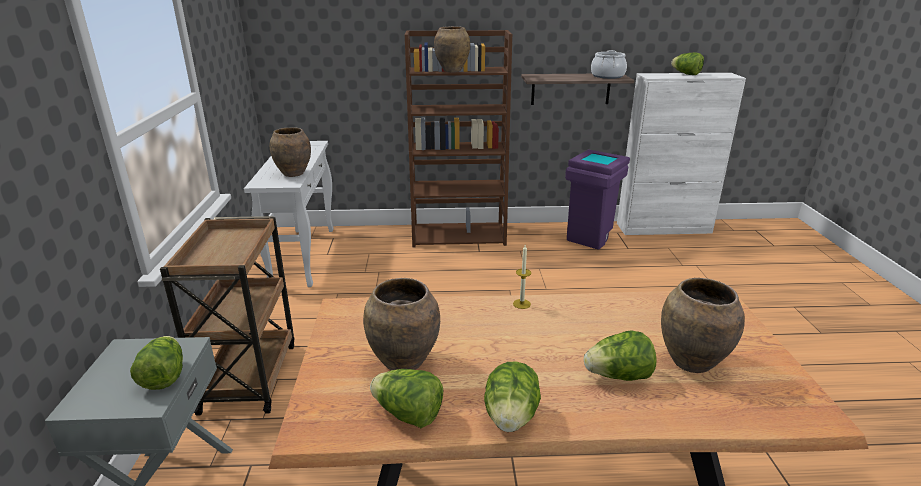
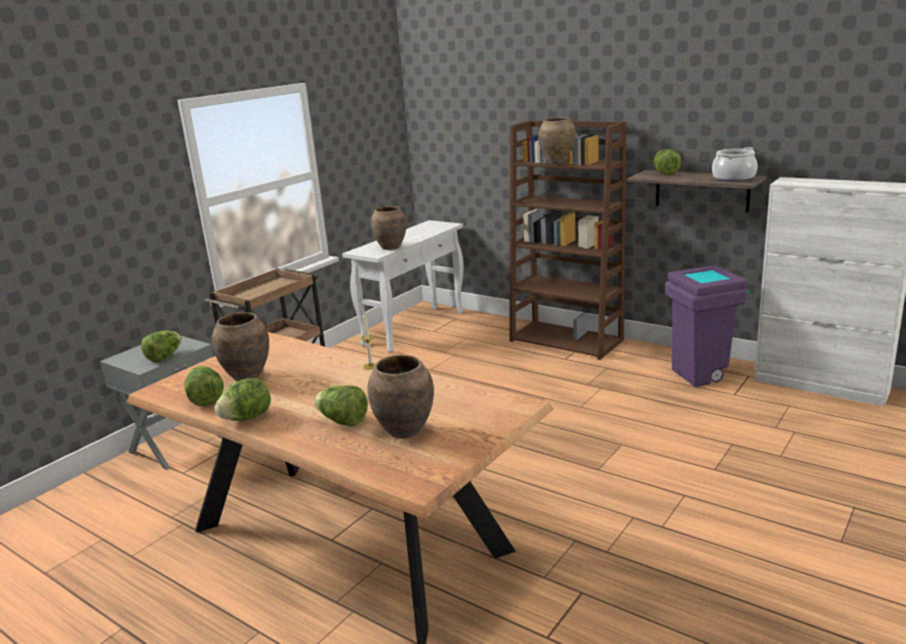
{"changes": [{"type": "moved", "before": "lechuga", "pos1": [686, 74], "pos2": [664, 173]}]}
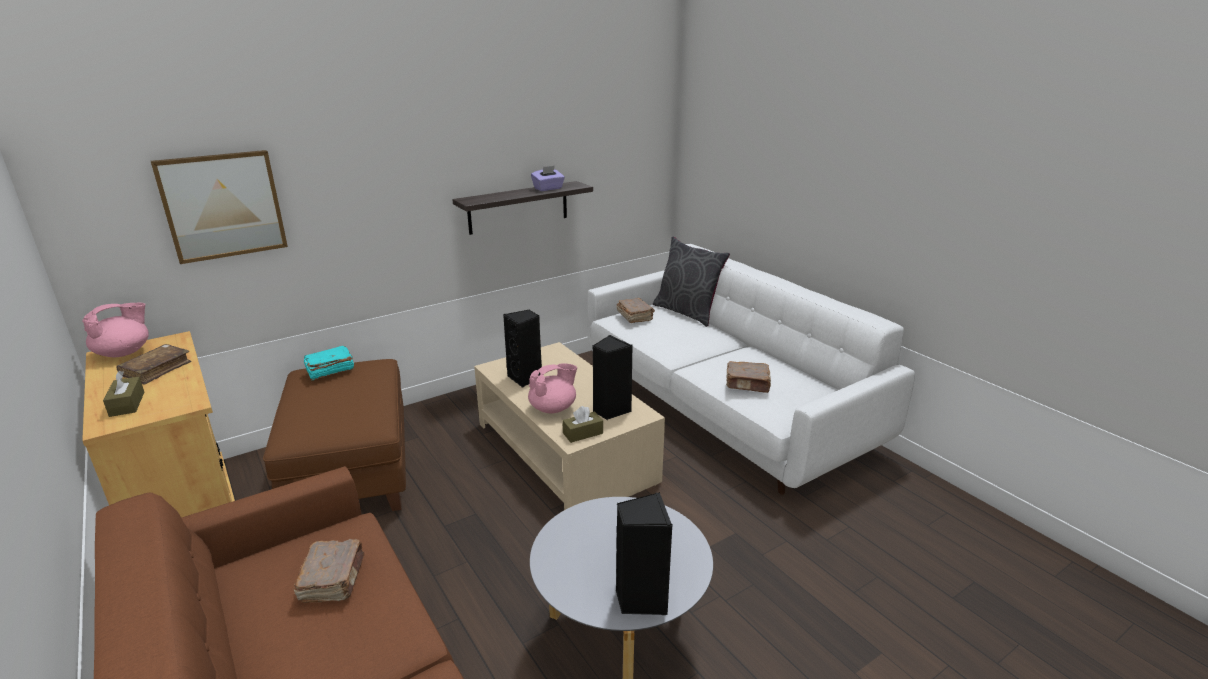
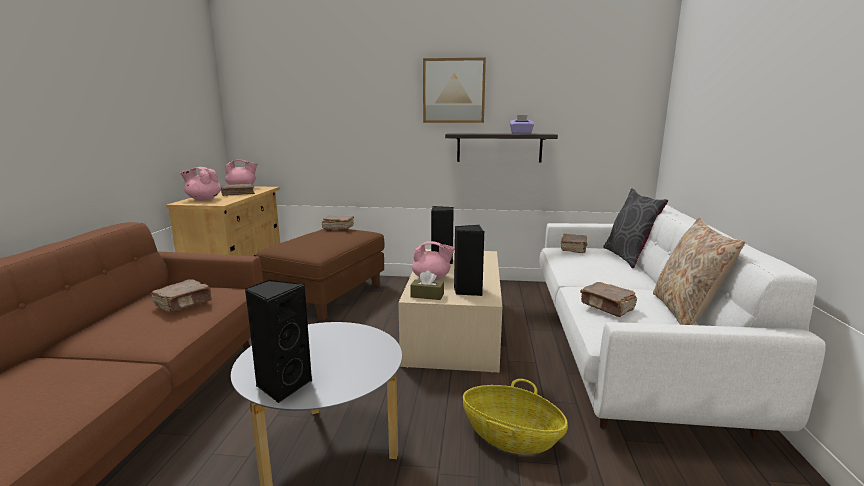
{"changes": [{"type": "moved", "before": "cuadro", "pos1": [223, 205], "pos2": [454, 91]}, {"type": "recoloured", "before": "libro/turquesa", "after": "libro/marrón", "pos1": [329, 370], "pos2": [338, 228]}, {"type": "replaced", "before": "caja de pañuelos/marrón", "after": "tetera/rosa", "pos1": [127, 404], "pos2": [203, 199]}, {"type": "added", "after": "cojín/beis", "pos2": [685, 313]}, {"type": "added", "after": "cesta", "pos2": [511, 436]}]}
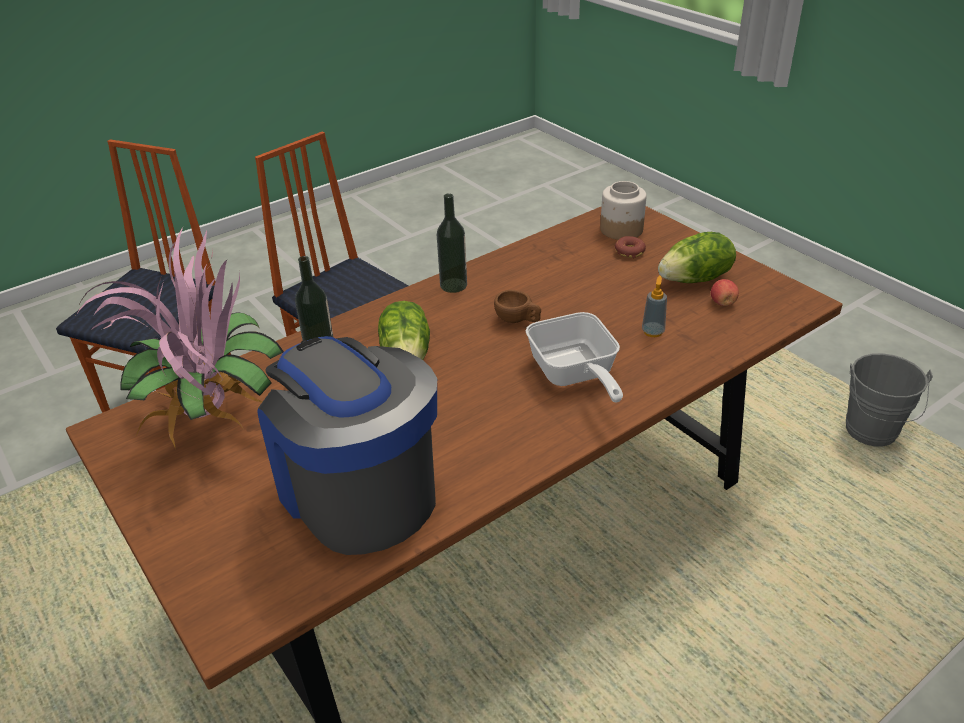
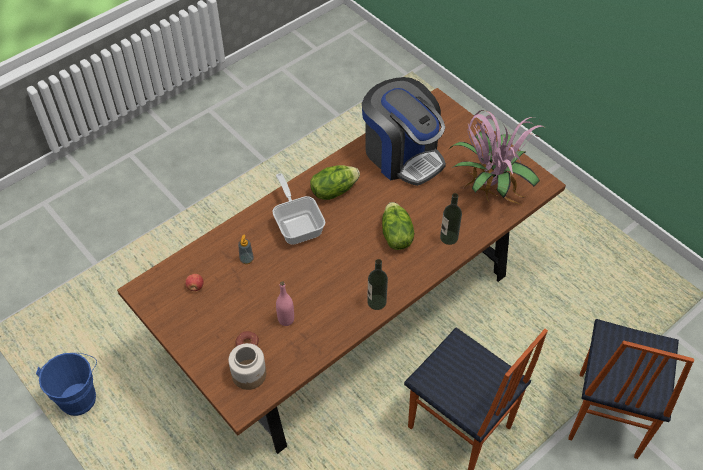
{"changes": [{"type": "moved", "before": "lechuga", "pos1": [695, 279], "pos2": [333, 190]}, {"type": "removed", "before": "taza/marrón", "pos1": [518, 320]}, {"type": "recoloured", "before": "cubo/gris", "after": "cubo/azul", "pos1": [871, 435], "pos2": [79, 396]}, {"type": "added", "after": "botella/rosa", "pos2": [286, 319]}]}
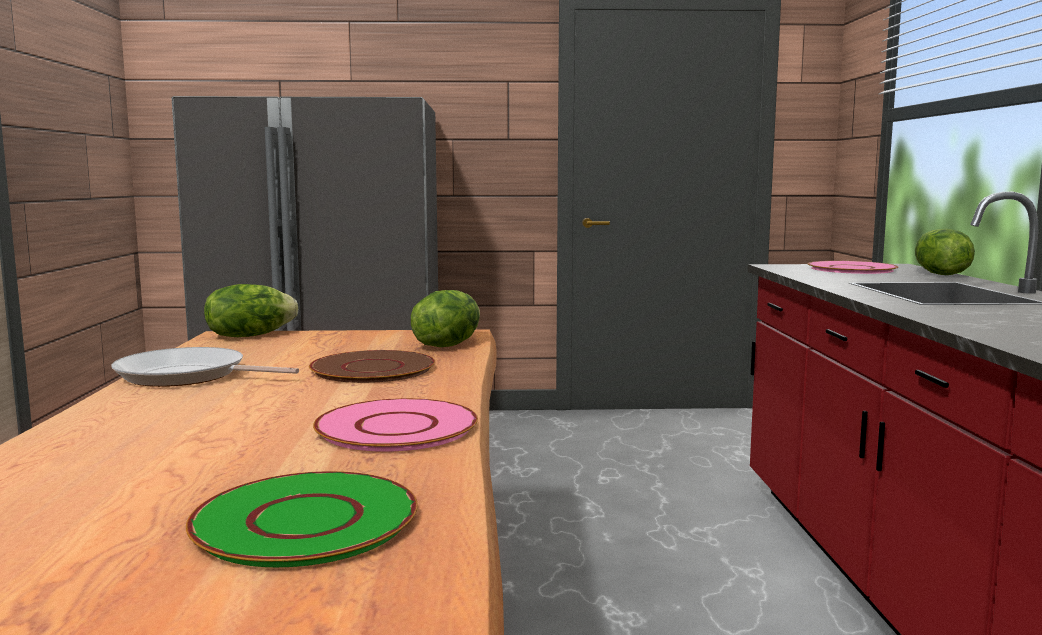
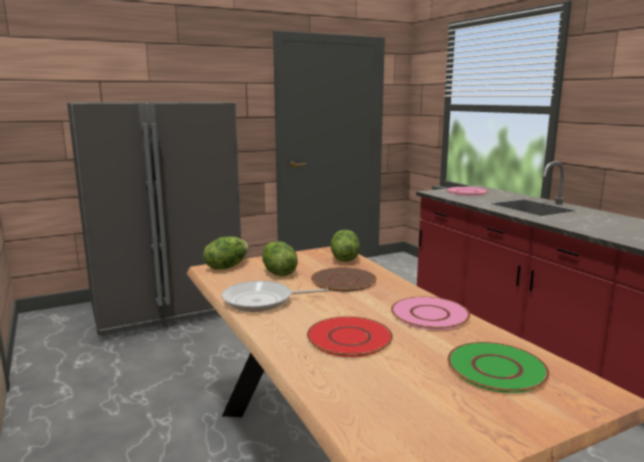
{"changes": [{"type": "moved", "before": "lechuga", "pos1": [939, 274], "pos2": [278, 273]}, {"type": "added", "after": "plato/rojo", "pos2": [348, 338]}]}
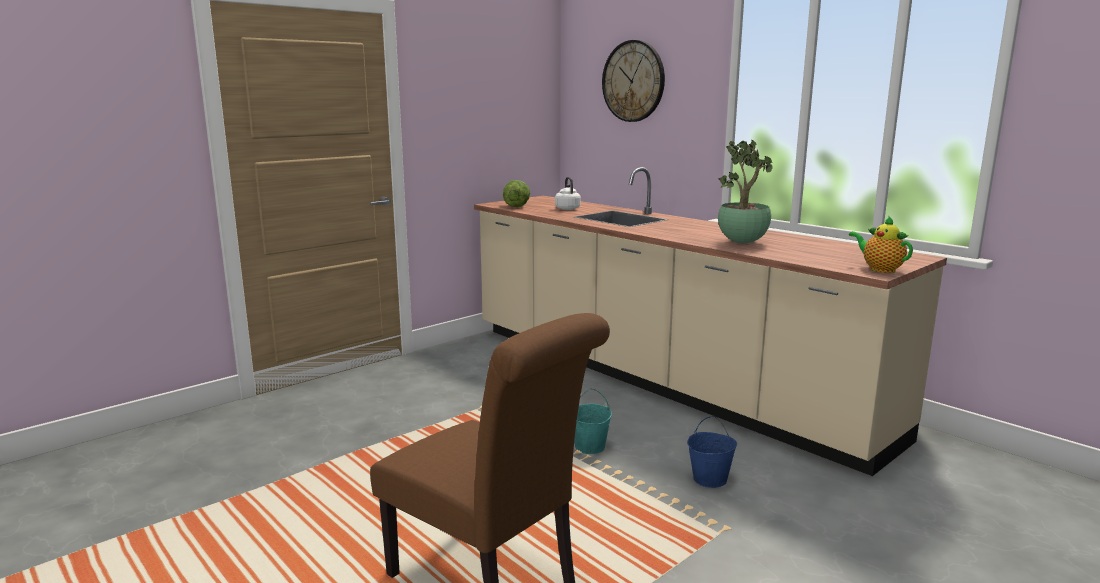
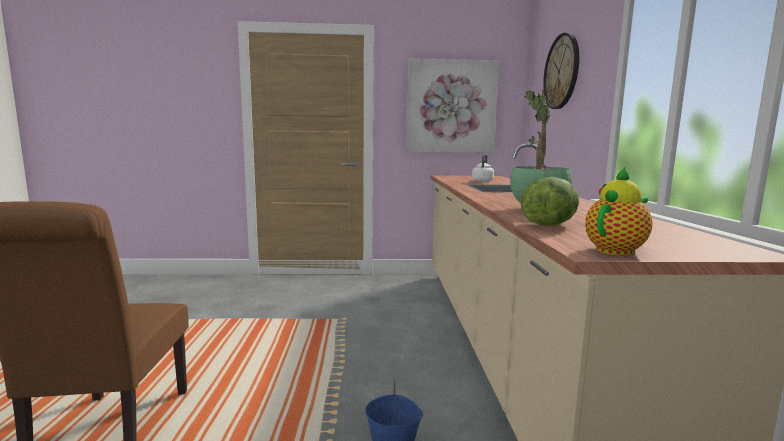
{"changes": [{"type": "moved", "before": "lechuga", "pos1": [516, 206], "pos2": [549, 225]}, {"type": "turned", "before": "tetera", "pos1": [879, 269], "pos2": [616, 250], "turn": 45}, {"type": "removed", "before": "cubo/turquesa", "pos1": [589, 446]}, {"type": "added", "after": "cuadro", "pos2": [451, 107]}]}
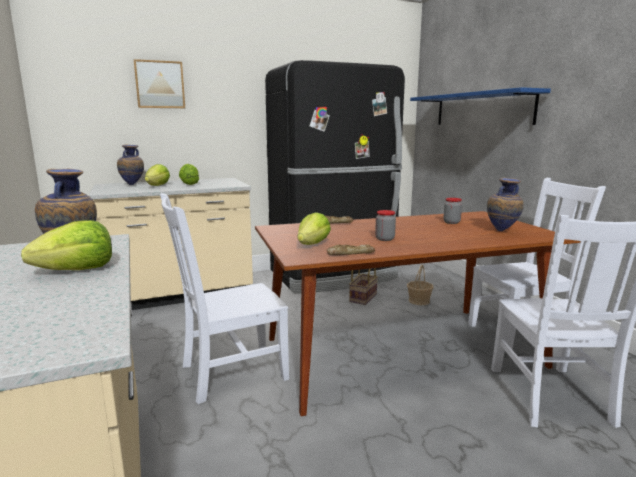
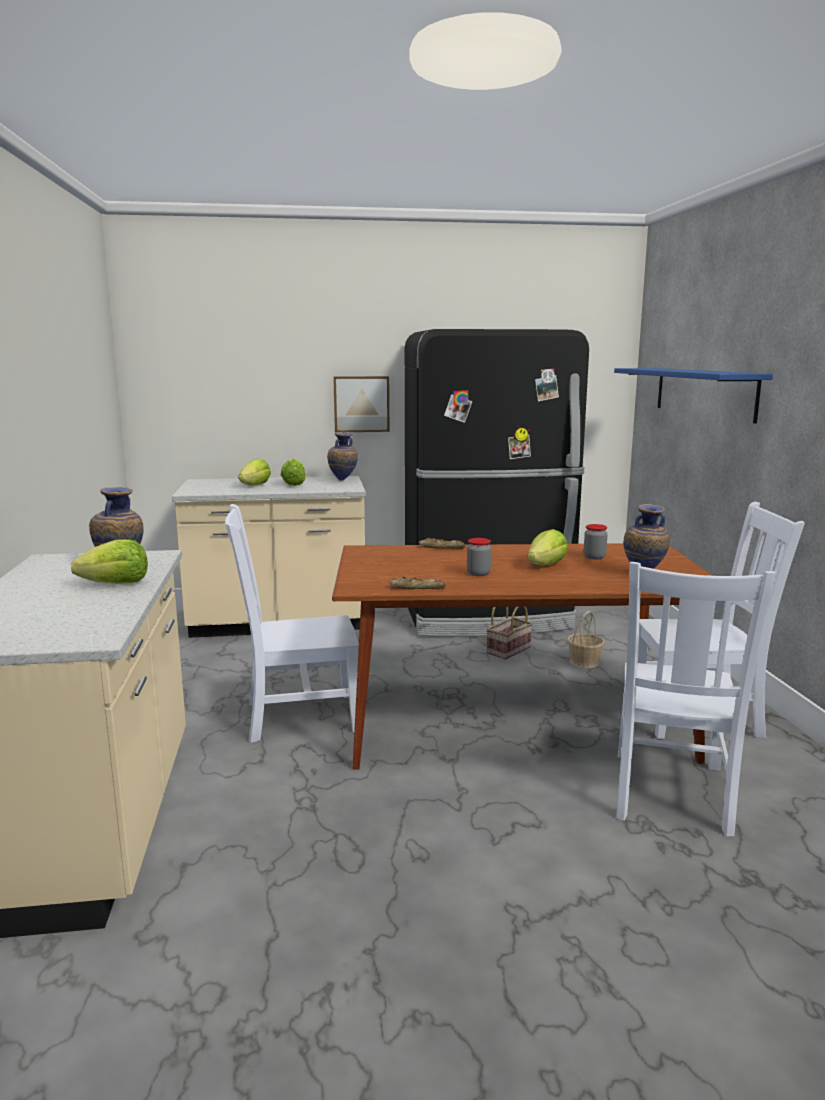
{"changes": [{"type": "moved", "before": "cuadro", "pos1": [159, 85], "pos2": [361, 404]}, {"type": "moved", "before": "florero", "pos1": [132, 185], "pos2": [343, 481]}, {"type": "moved", "before": "lechuga", "pos1": [312, 244], "pos2": [546, 565]}]}
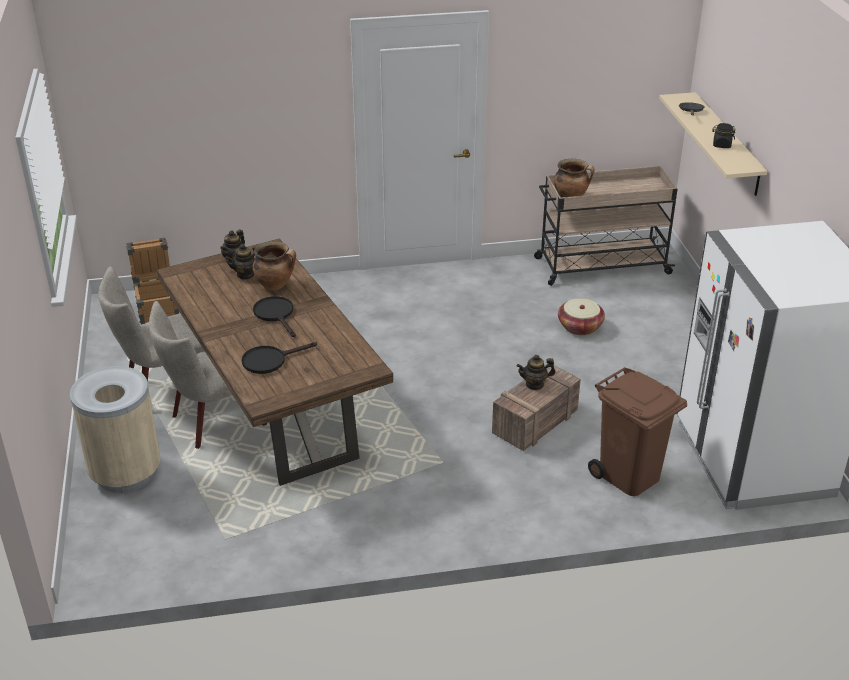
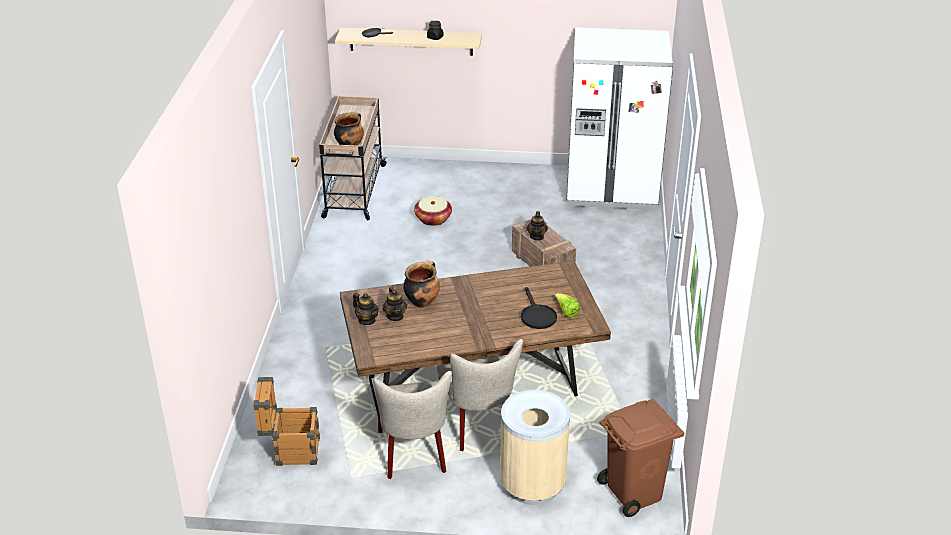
{"changes": [{"type": "removed", "before": "sartén/negro", "pos1": [276, 314]}, {"type": "moved", "before": "papelera/marrón", "pos1": [628, 476], "pos2": [635, 493]}, {"type": "added", "after": "lechuga", "pos2": [566, 312]}]}
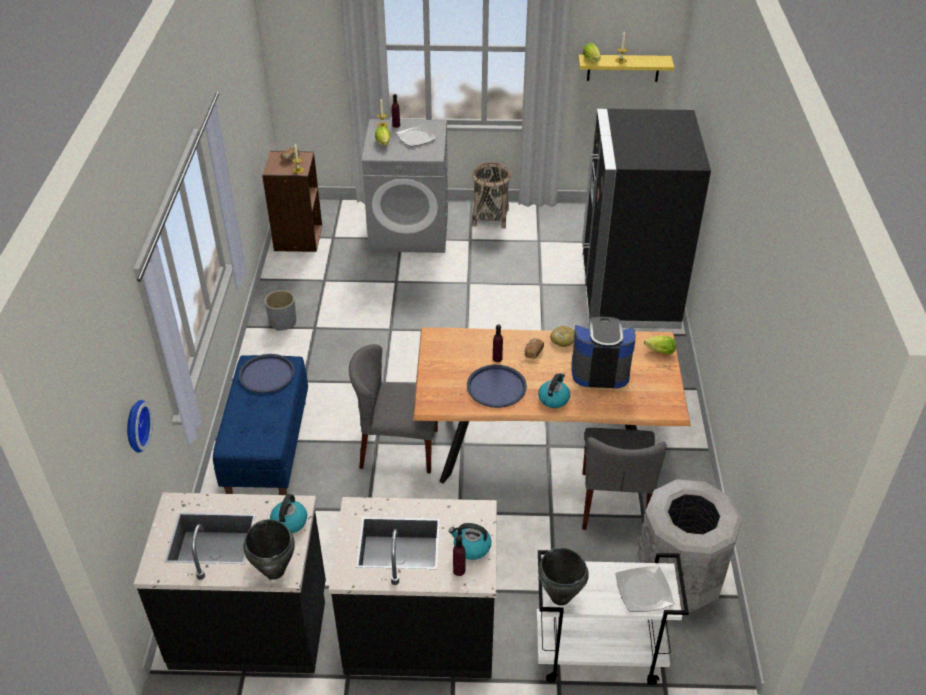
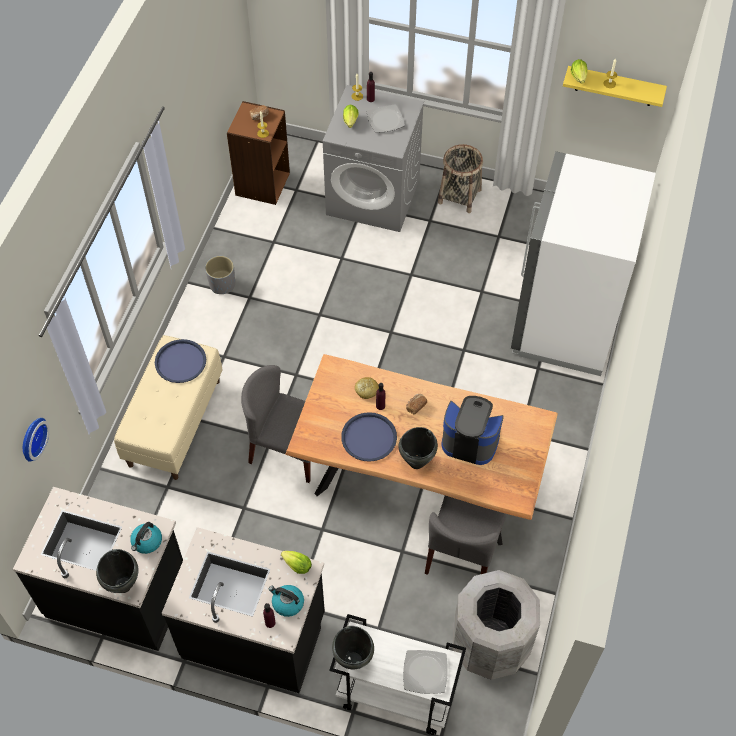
{"changes": [{"type": "recoloured", "before": "nevera/negro", "after": "nevera/blanco", "pos1": [629, 294], "pos2": [565, 323]}, {"type": "moved", "before": "pan", "pos1": [562, 340], "pos2": [366, 390]}, {"type": "moved", "before": "lechuga", "pos1": [658, 351], "pos2": [295, 564]}, {"type": "recoloured", "before": "banco/azul", "after": "banco/beis", "pos1": [267, 447], "pos2": [174, 422]}, {"type": "replaced", "before": "hervidor", "after": "olla/negro", "pos1": [553, 398], "pos2": [416, 462]}]}
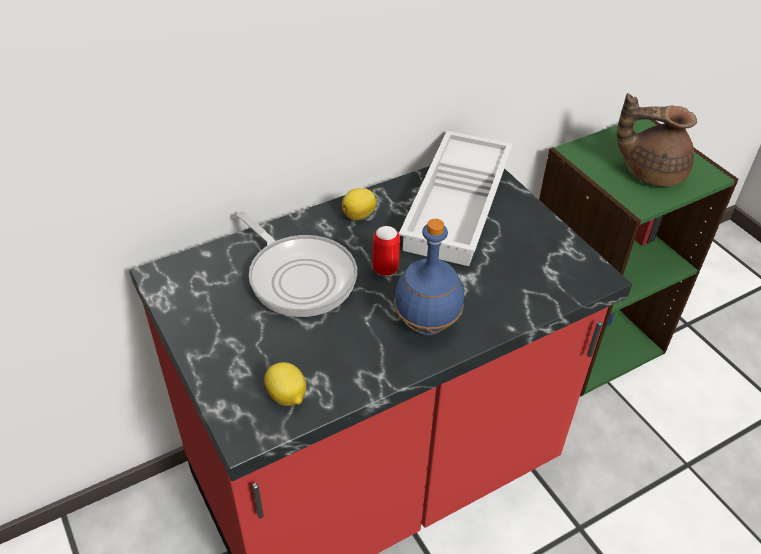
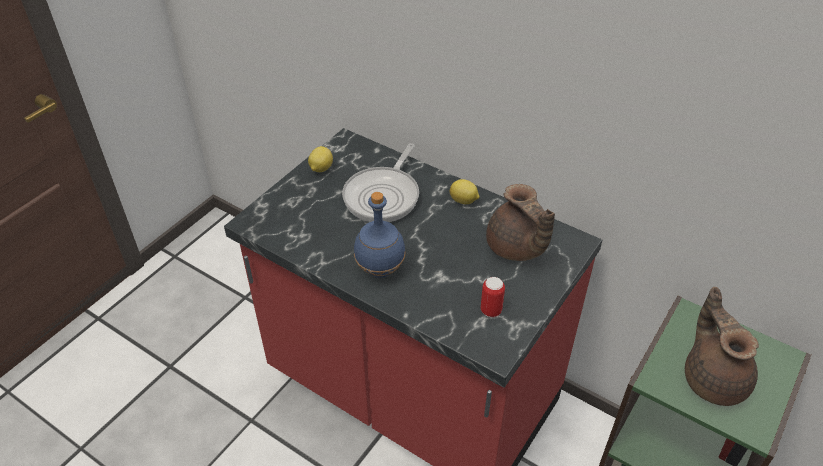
{"changes": [{"type": "replaced", "before": "bandeja/blanco", "after": "tetera/marrón", "pos1": [459, 206], "pos2": [516, 248]}, {"type": "moved", "before": "lata", "pos1": [385, 269], "pos2": [491, 310]}, {"type": "moved", "before": "limón", "pos1": [287, 397], "pos2": [320, 168]}]}
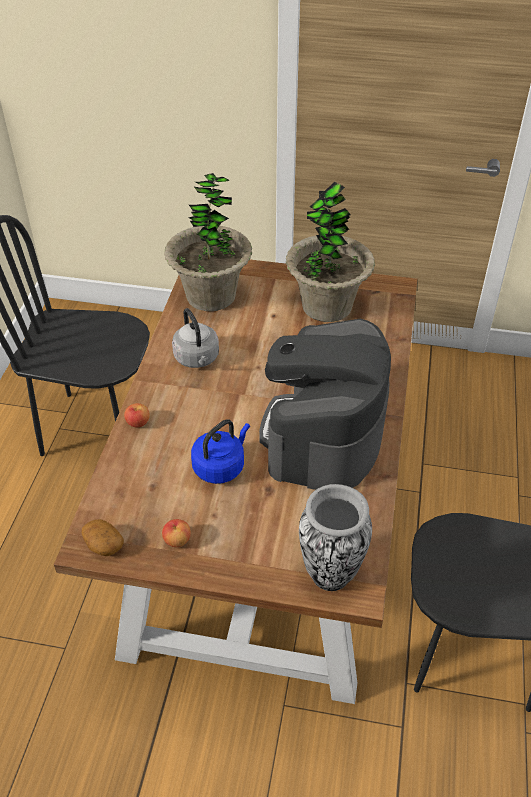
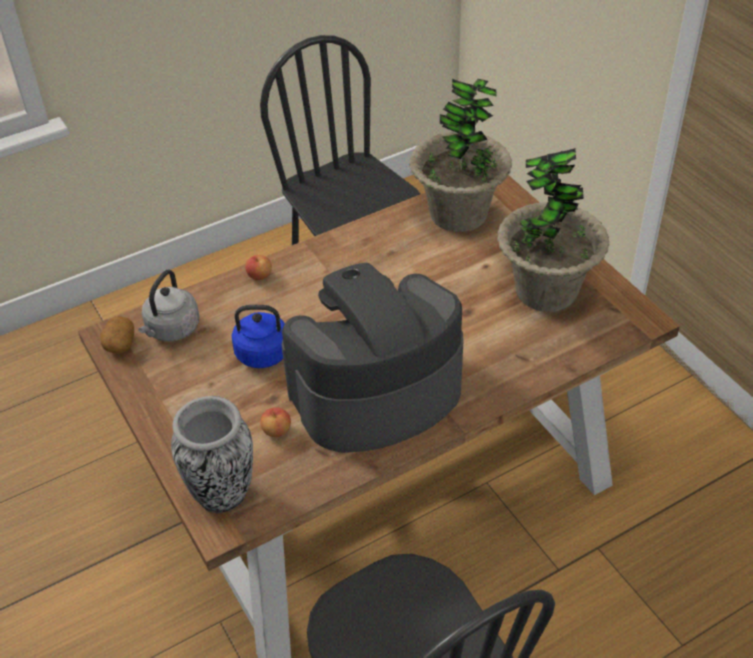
{"changes": [{"type": "moved", "before": "hervidor/gris", "pos1": [197, 359], "pos2": [171, 330]}, {"type": "moved", "before": "manzana", "pos1": [177, 540], "pos2": [277, 430]}]}
